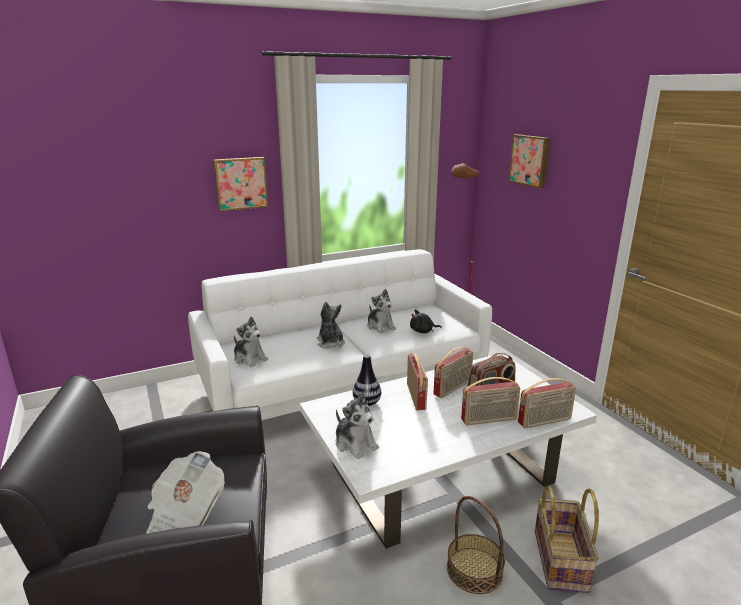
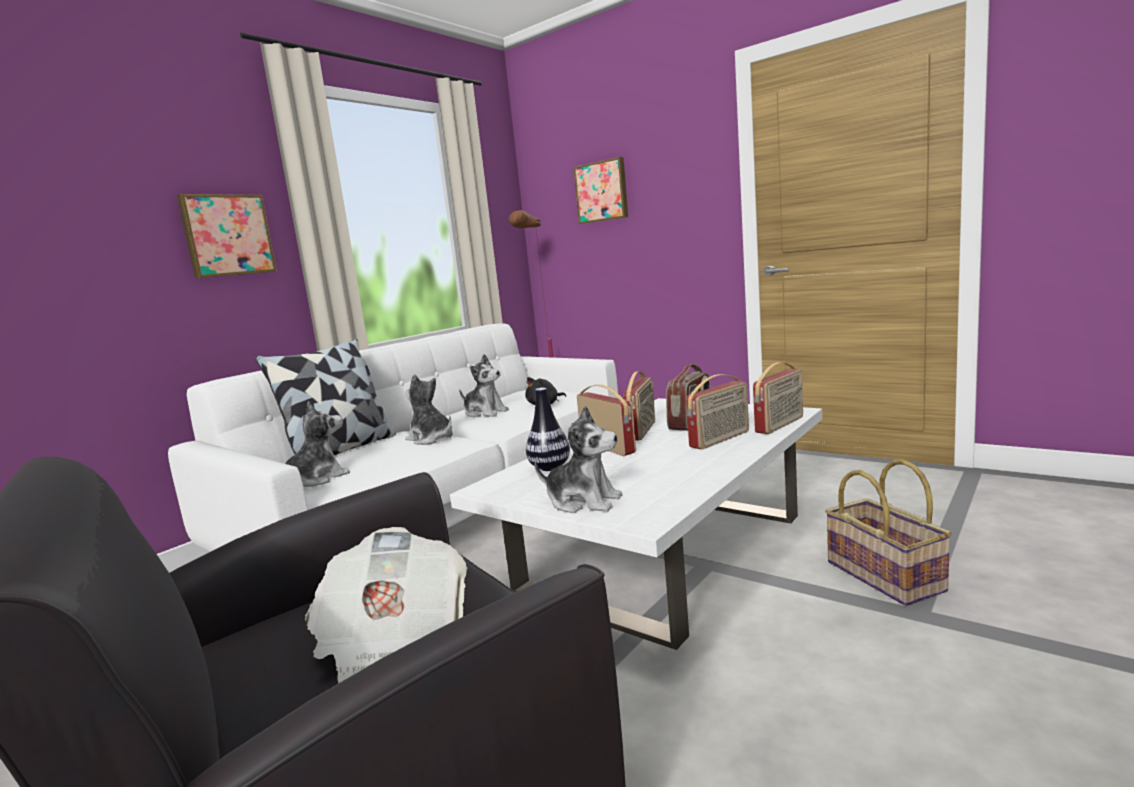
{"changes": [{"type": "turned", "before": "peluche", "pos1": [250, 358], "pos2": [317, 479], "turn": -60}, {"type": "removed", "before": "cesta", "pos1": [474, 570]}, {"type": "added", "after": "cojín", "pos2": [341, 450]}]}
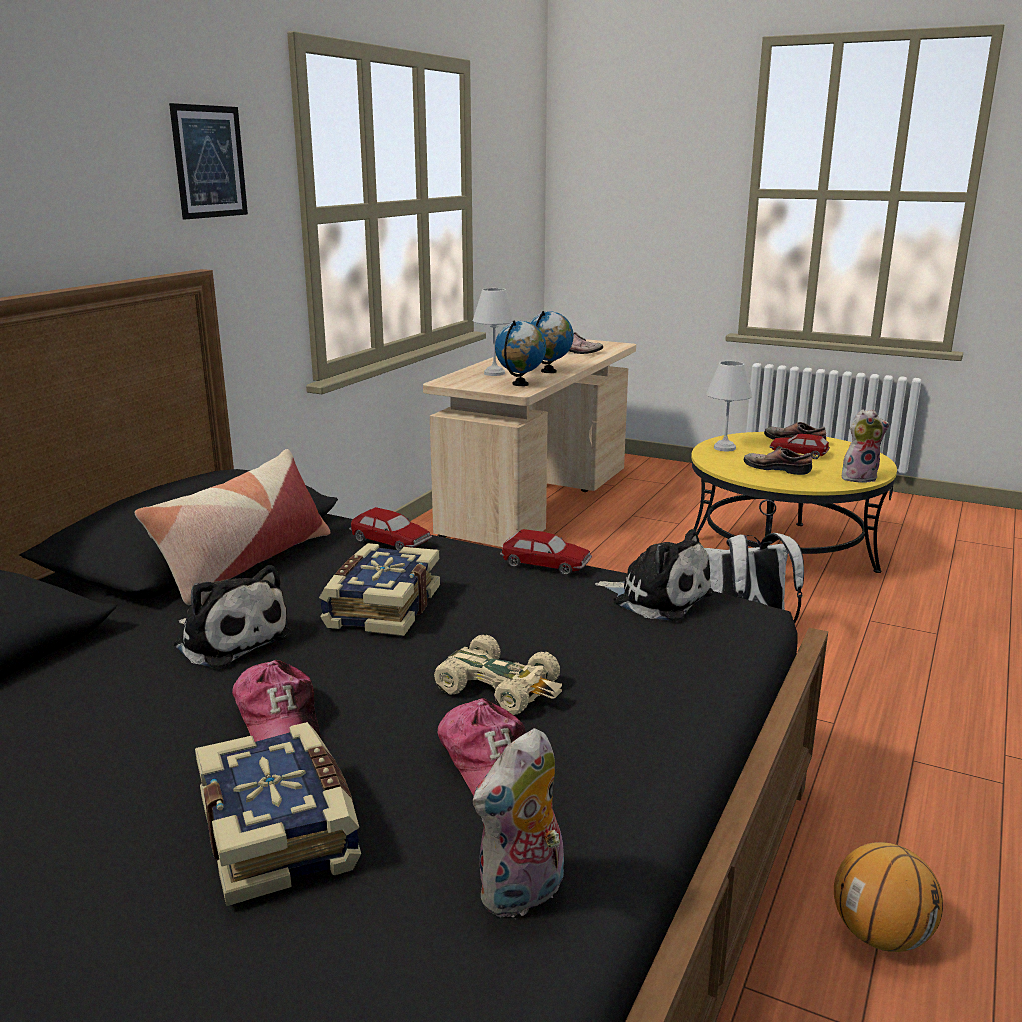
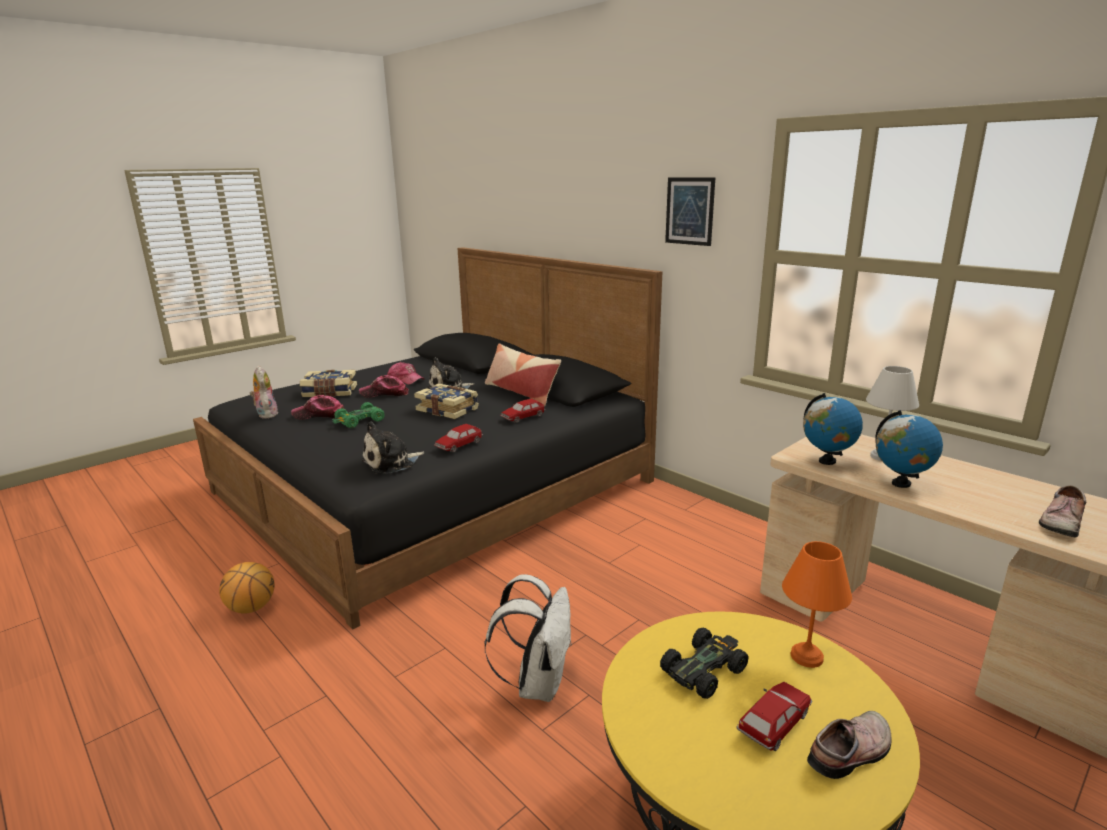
{"changes": [{"type": "recoloured", "before": "lámpara de mesa/blanco", "after": "lámpara de mesa/naranja", "pos1": [725, 448], "pos2": [806, 657]}, {"type": "removed", "before": "peluche", "pos1": [859, 477]}, {"type": "replaced", "before": "zapato", "after": "coche de juguete/negro", "pos1": [777, 468], "pos2": [704, 669]}, {"type": "recoloured", "before": "coche de juguete/beis", "after": "coche de juguete/verde", "pos1": [500, 688], "pos2": [359, 421]}, {"type": "added", "after": "gorra", "pos2": [405, 379]}]}
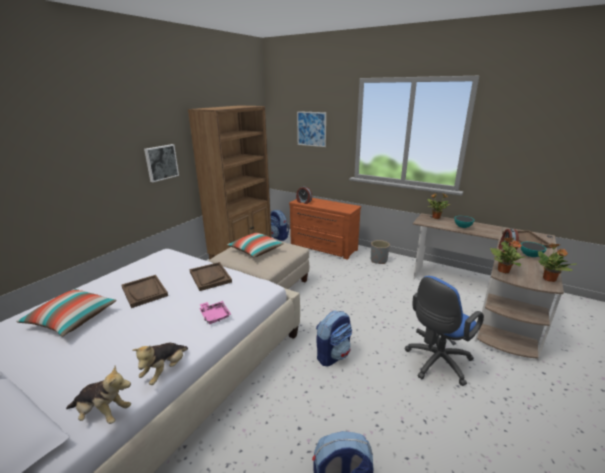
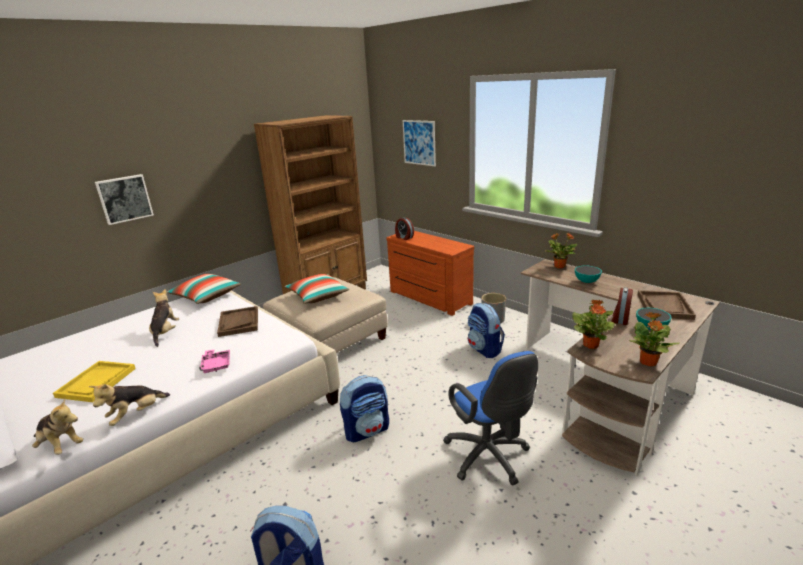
{"changes": [{"type": "moved", "before": "cuadro", "pos1": [161, 162], "pos2": [124, 199]}, {"type": "moved", "before": "mochila", "pos1": [278, 237], "pos2": [484, 349]}, {"type": "replaced", "before": "bandeja/marrón", "after": "peluche", "pos1": [144, 292], "pos2": [165, 332]}, {"type": "turned", "before": "silla de oficina/azul", "pos1": [436, 363], "pos2": [489, 458], "turn": -90}, {"type": "moved", "before": "cojín", "pos1": [72, 319], "pos2": [206, 296]}, {"type": "added", "after": "bandeja/amarillo", "pos2": [96, 382]}]}
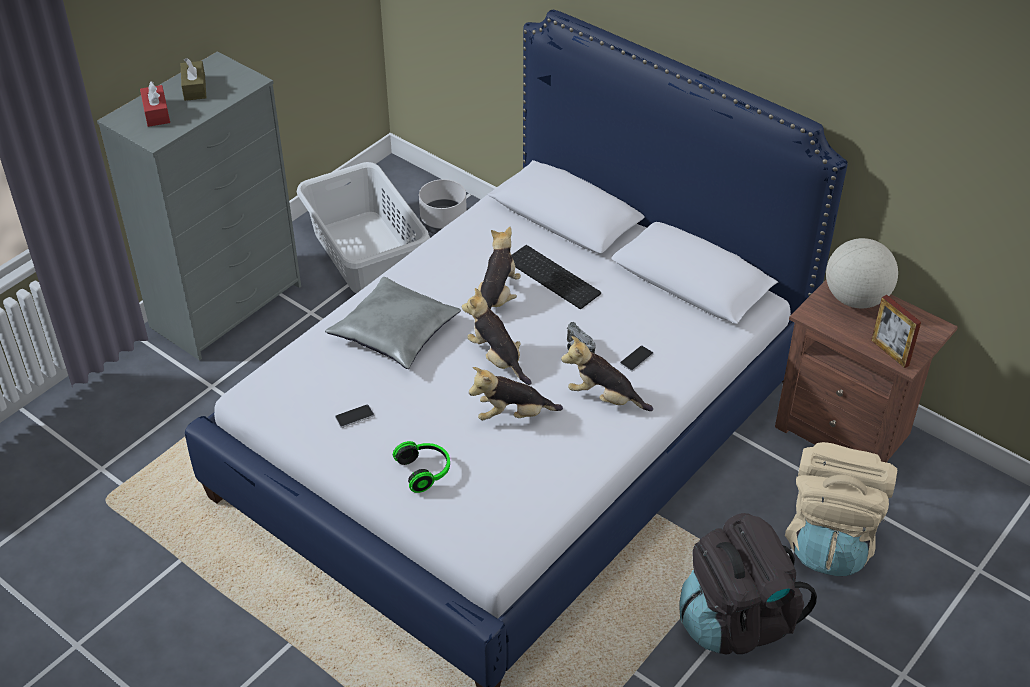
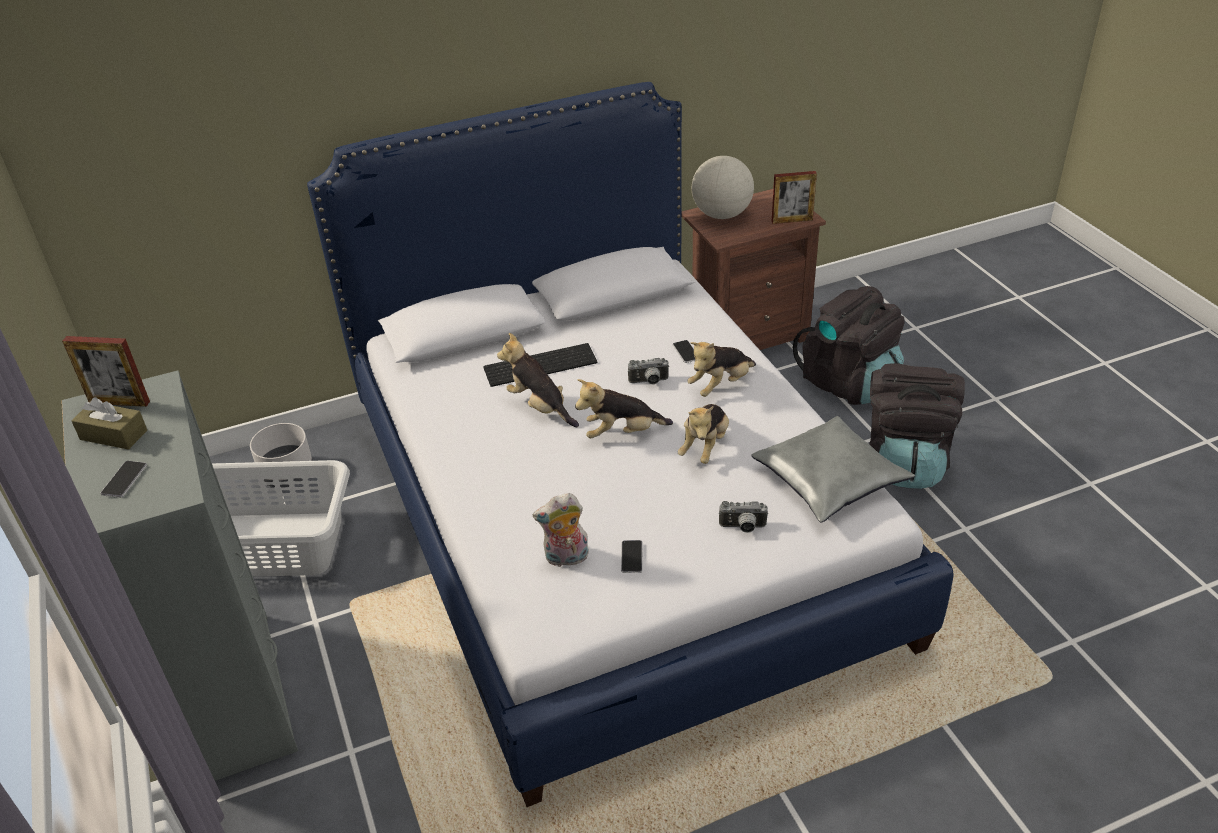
{"changes": [{"type": "replaced", "before": "caja de pañuelos/rojo", "after": "móvil", "pos1": [156, 113], "pos2": [124, 480]}, {"type": "moved", "before": "cojín/gris", "pos1": [396, 332], "pos2": [830, 479]}, {"type": "replaced", "before": "auriculares", "after": "cámara", "pos1": [425, 471], "pos2": [743, 528]}, {"type": "recoloured", "before": "mochila/beis", "after": "mochila/negro", "pos1": [830, 539], "pos2": [849, 383]}, {"type": "added", "after": "portarretratos", "pos2": [119, 402]}, {"type": "added", "after": "peluche", "pos2": [566, 558]}]}
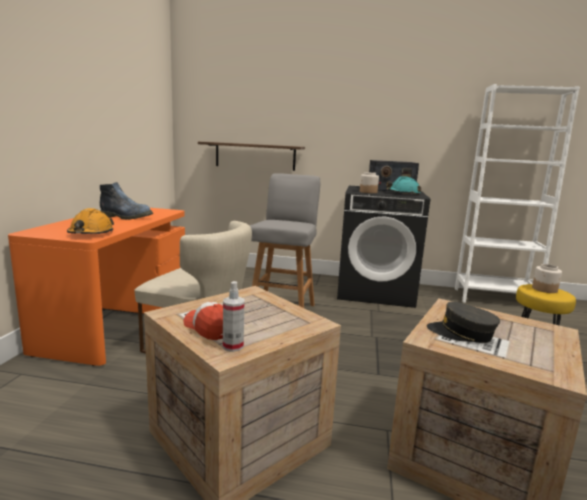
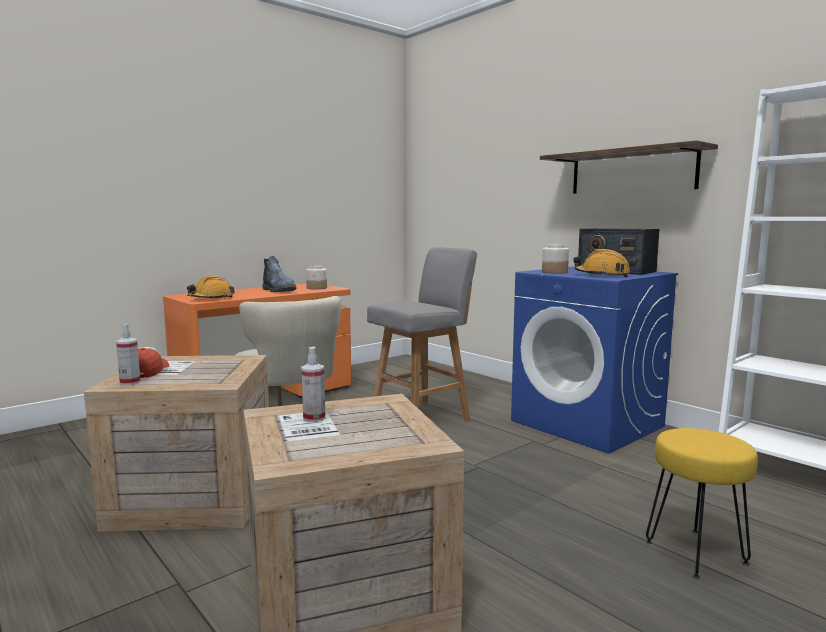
{"changes": [{"type": "moved", "before": "estante", "pos1": [255, 156], "pos2": [632, 172]}, {"type": "recoloured", "before": "casco/turquesa", "after": "casco/naranja", "pos1": [403, 194], "pos2": [601, 275]}, {"type": "recoloured", "before": "lavadora/negro", "after": "lavadora/azul", "pos1": [375, 291], "pos2": [588, 424]}, {"type": "moved", "before": "tarro", "pos1": [545, 289], "pos2": [317, 288]}, {"type": "replaced", "before": "gorra/gris", "after": "pulverizador", "pos1": [461, 333], "pos2": [314, 418]}]}
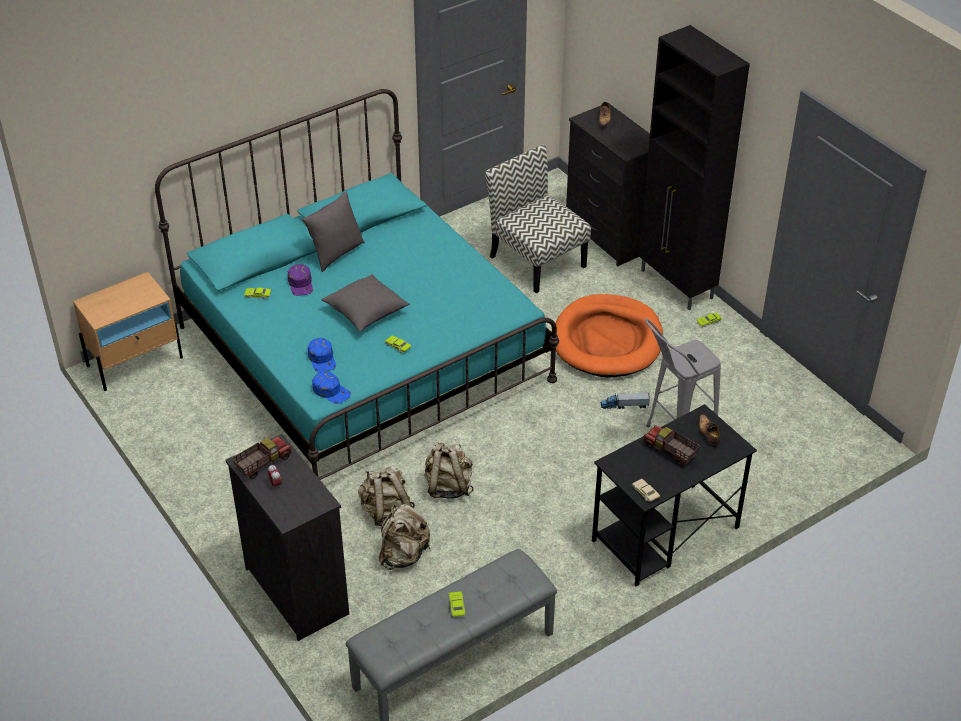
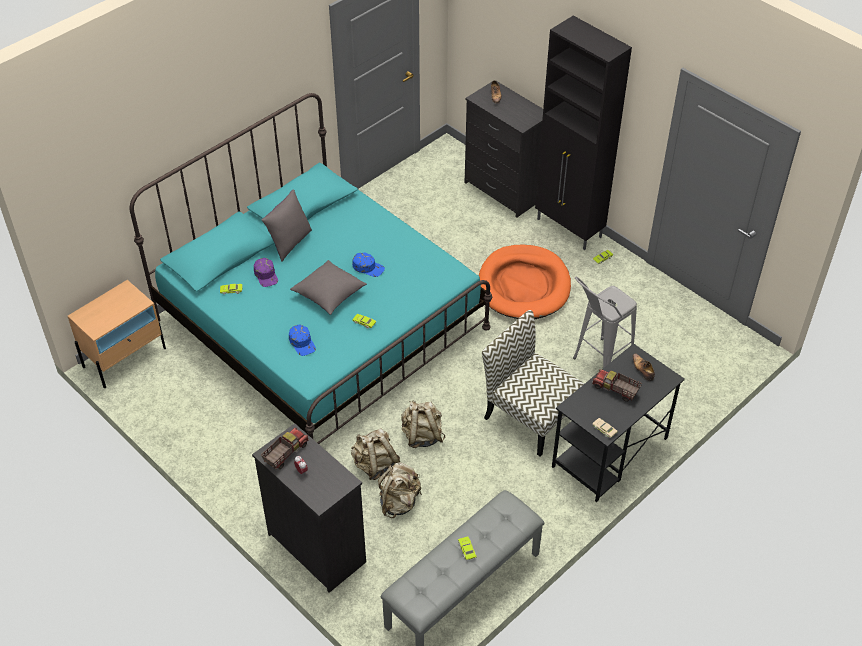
{"changes": [{"type": "moved", "before": "silla", "pos1": [536, 261], "pos2": [530, 417]}, {"type": "moved", "before": "gorra/azul", "pos1": [331, 391], "pos2": [368, 267]}, {"type": "removed", "before": "camión de juguete", "pos1": [624, 405]}]}
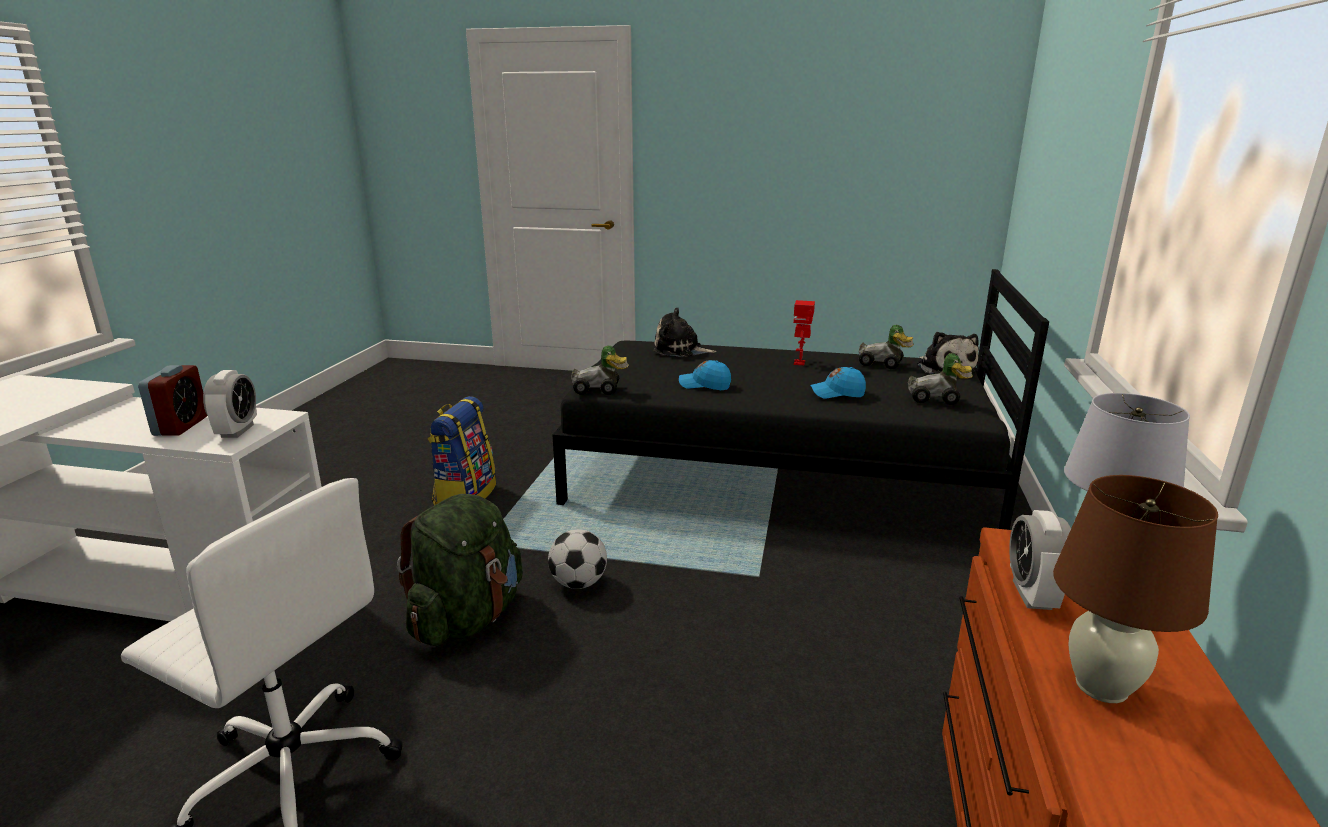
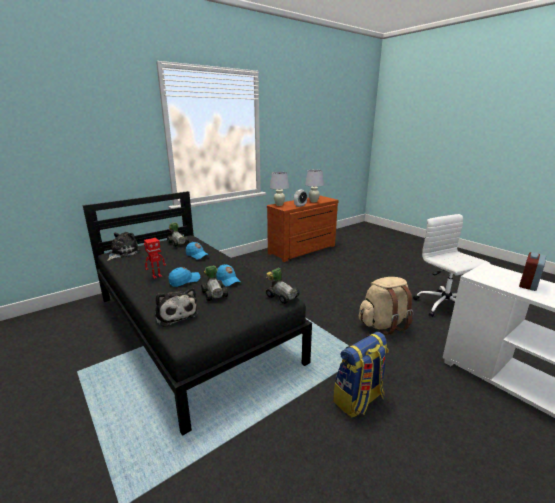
{"changes": [{"type": "moved", "before": "coche de juguete", "pos1": [883, 364], "pos2": [214, 293]}, {"type": "removed", "before": "despertador", "pos1": [237, 431]}, {"type": "recoloured", "before": "lámpara de mesa/marrón", "after": "lámpara de mesa/blanco", "pos1": [1101, 687], "pos2": [313, 201]}, {"type": "recoloured", "before": "mochila/verde", "after": "mochila/beis", "pos1": [468, 618], "pos2": [383, 324]}, {"type": "removed", "before": "balón de fútbol", "pos1": [578, 583]}, {"type": "added", "after": "gorra/azul", "pos2": [184, 281]}]}
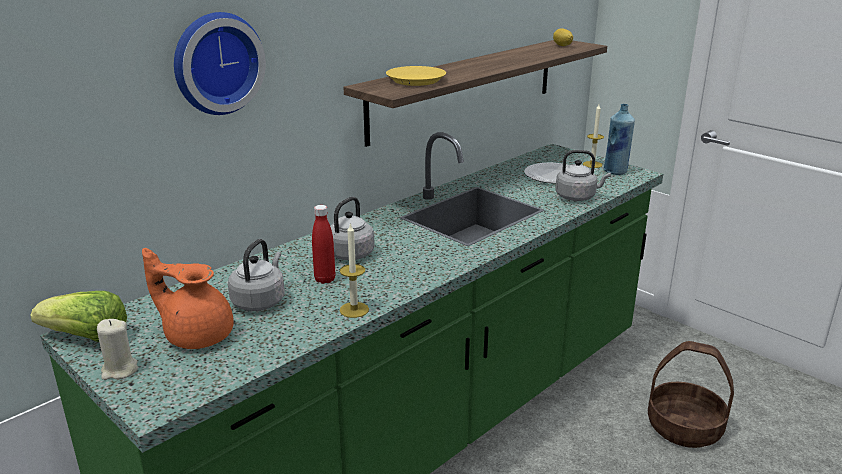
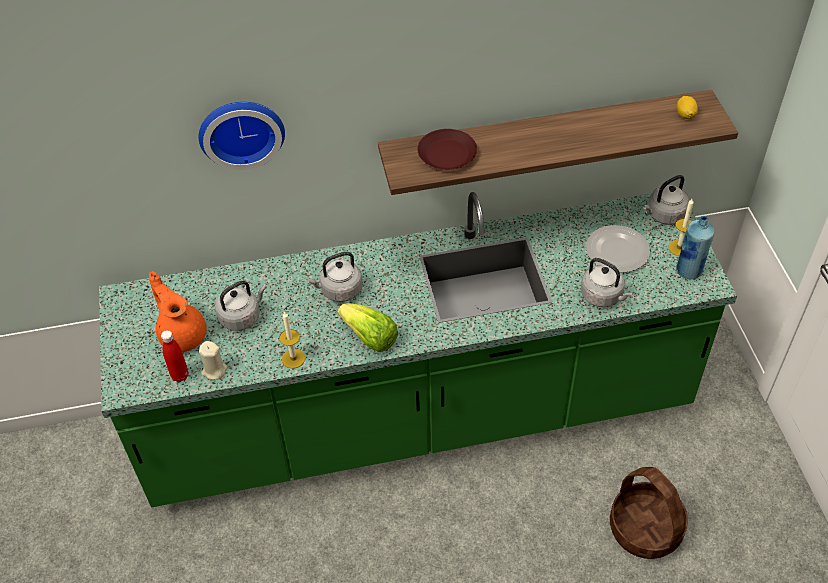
{"changes": [{"type": "recoloured", "before": "plato/amarillo", "after": "plato/marrón", "pos1": [416, 80], "pos2": [447, 154]}, {"type": "moved", "before": "botella/rojo", "pos1": [325, 279], "pos2": [180, 376]}, {"type": "moved", "before": "lechuga", "pos1": [87, 337], "pos2": [369, 337]}, {"type": "moved", "before": "vela/beis", "pos1": [119, 370], "pos2": [214, 370]}, {"type": "added", "after": "hervidor/gris", "pos2": [664, 215]}]}
